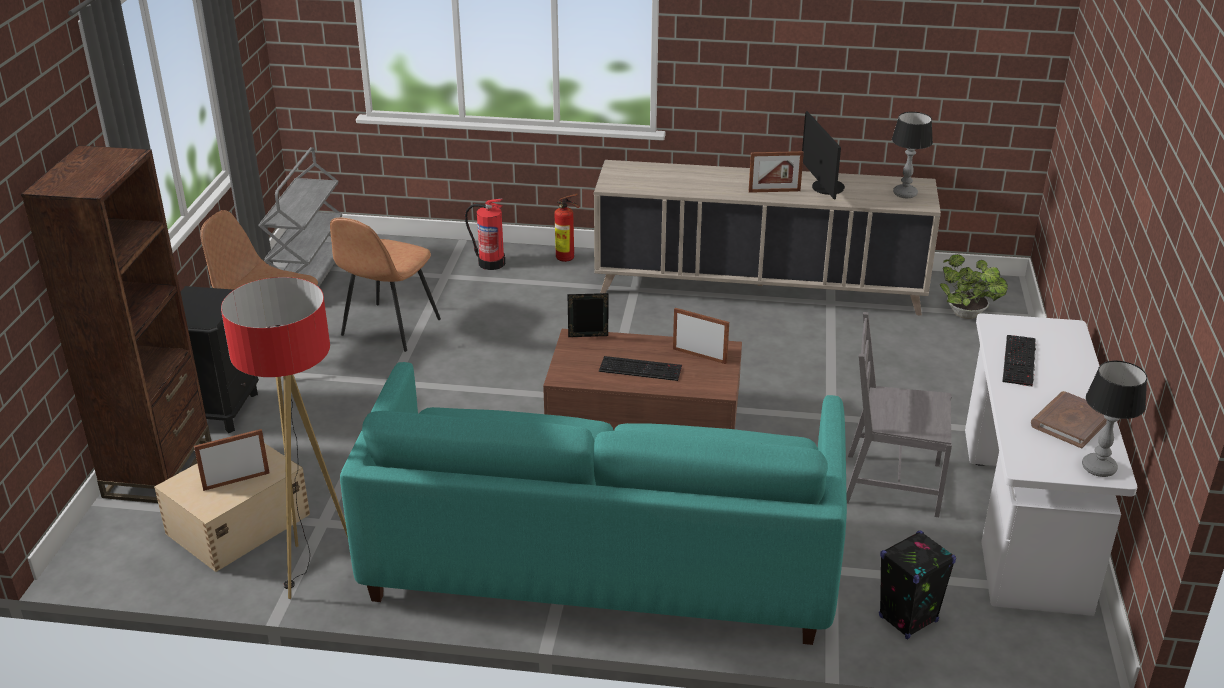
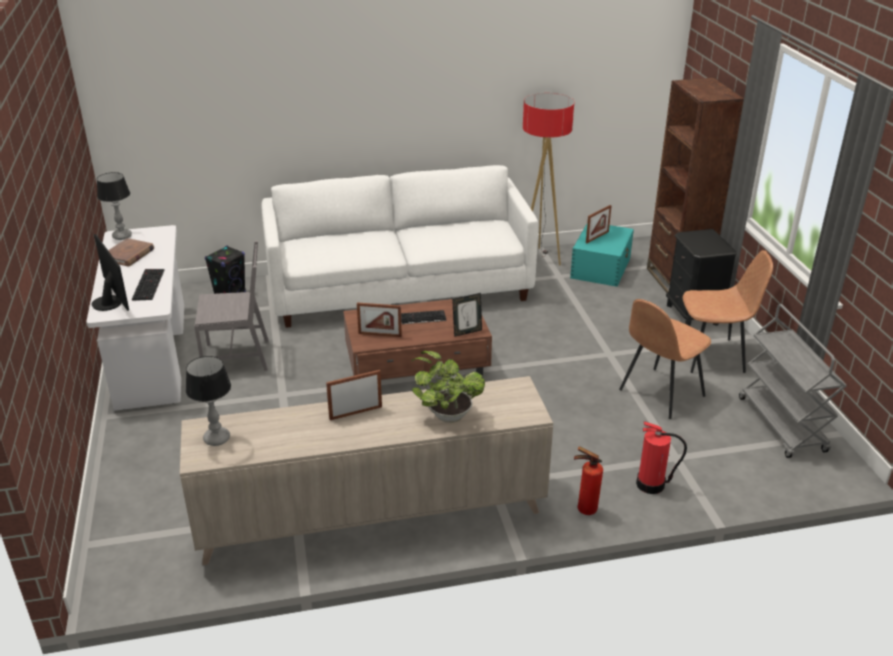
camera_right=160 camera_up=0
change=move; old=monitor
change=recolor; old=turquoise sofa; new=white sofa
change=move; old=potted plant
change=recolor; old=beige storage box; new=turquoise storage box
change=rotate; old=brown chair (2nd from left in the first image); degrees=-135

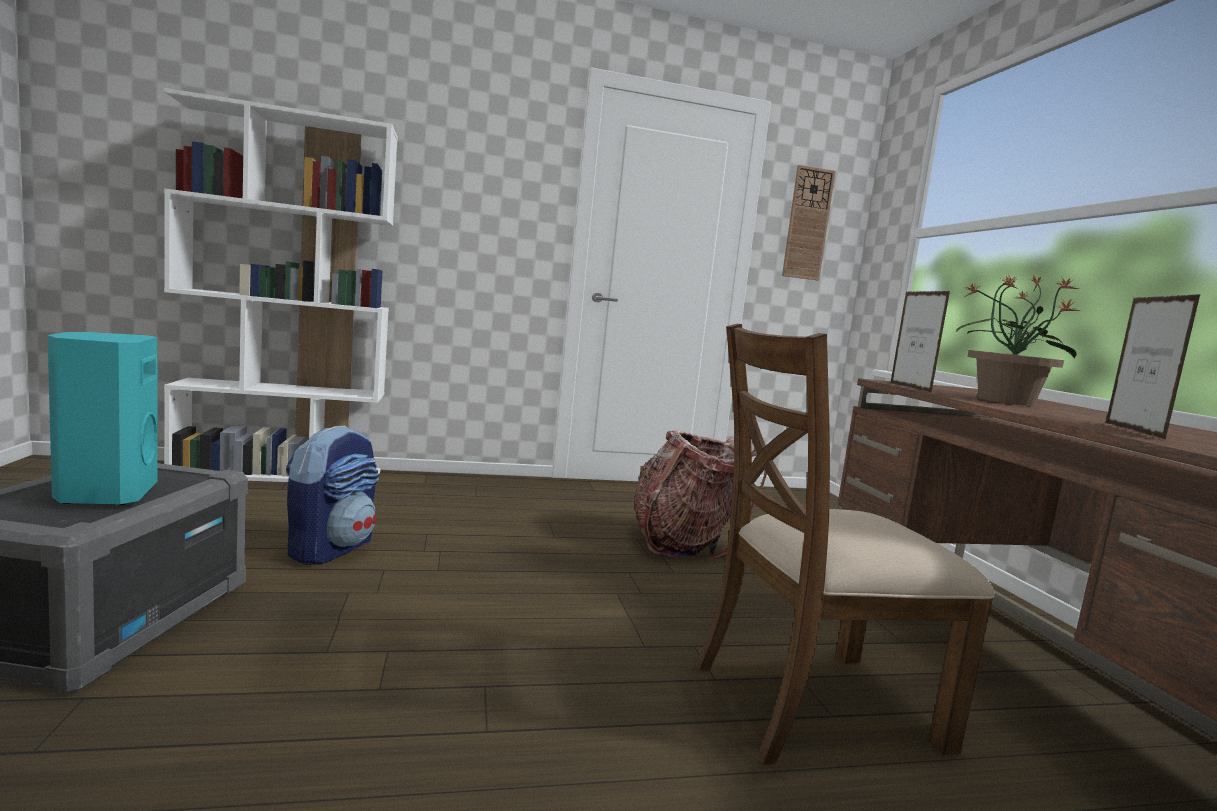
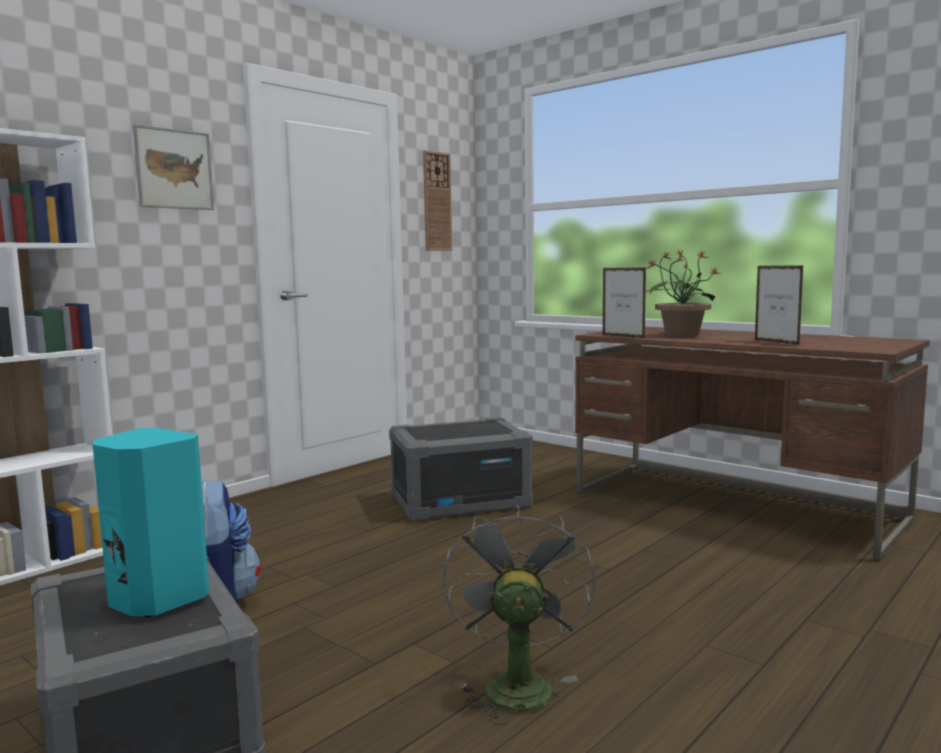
camera_right=-35 camera_up=0
change=insert; new=picture
change=replace; old=backpack (2nd from left); new=grey storage box (2nd from left)
change=insert; new=grey fan
change=delete; old=brown chair

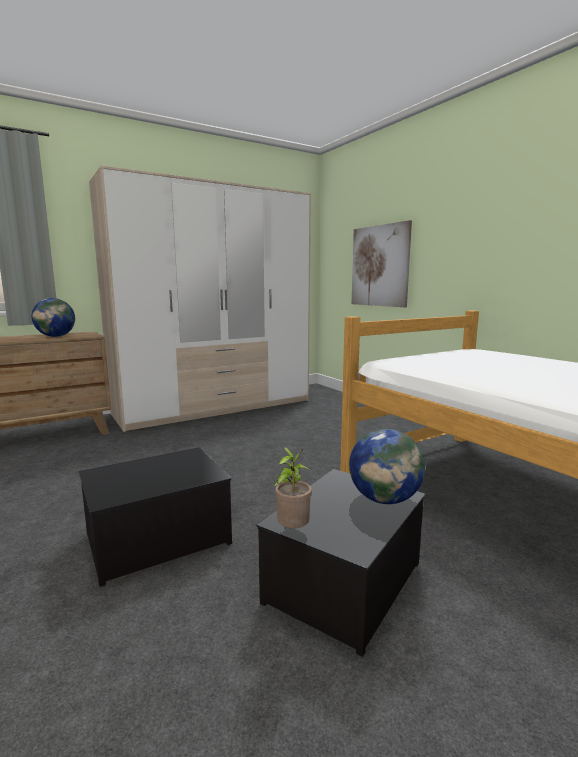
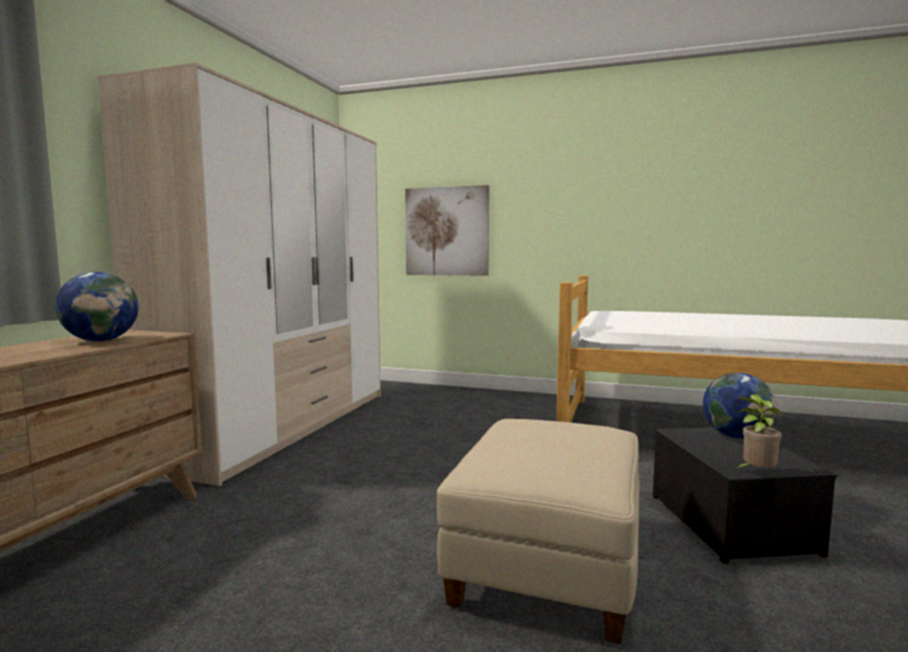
camera_right=-40 camera_up=-5
change=replace; old=storage box (1st from left); new=beige ottoman

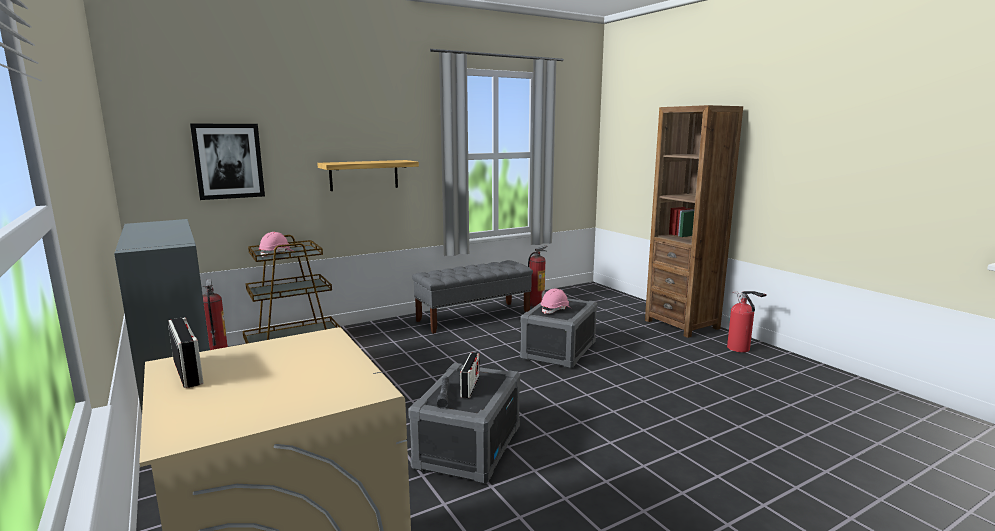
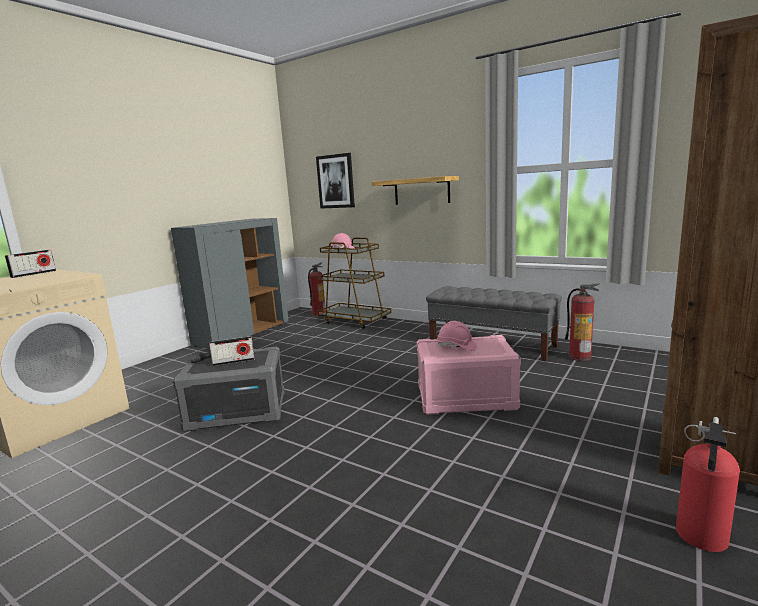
camera_right=65 camera_up=0
change=recolor; old=grey storage box (2nd from left); new=pink storage box

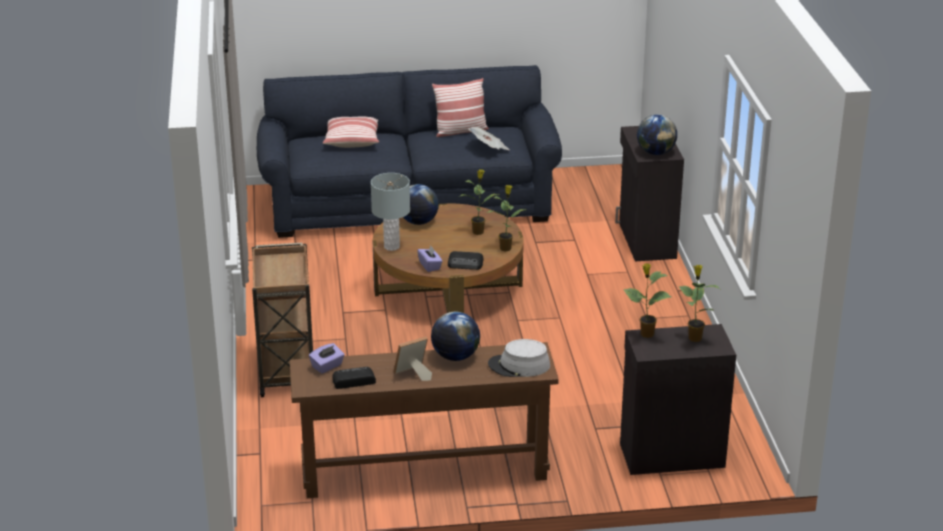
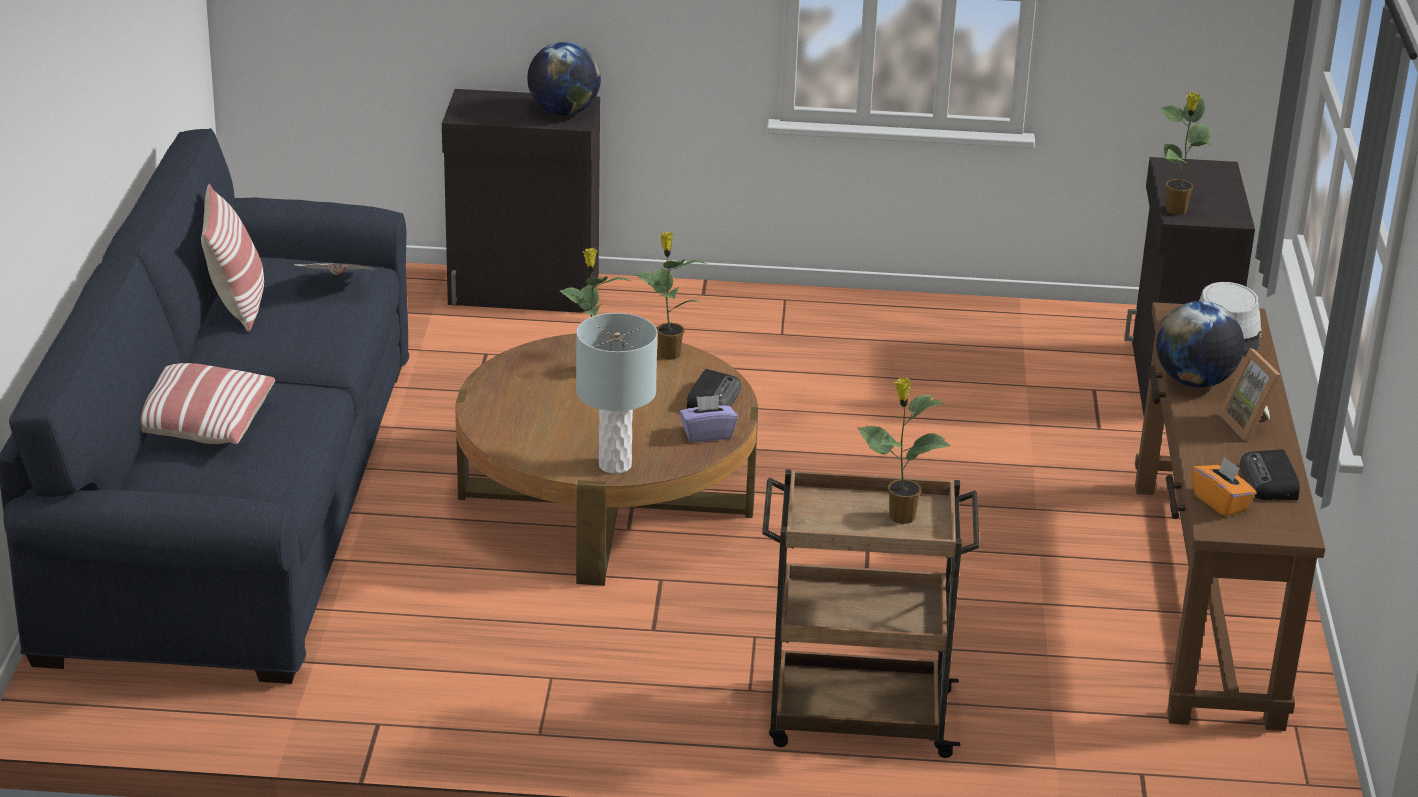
camera_right=-80 camera_up=0
change=move; old=potted plant (4th from left in the first image); new=potted plant (3rd from left)
change=recolor; old=purple tissue box (1st from left); new=orange tissue box
change=delete; old=globe (1st from left)

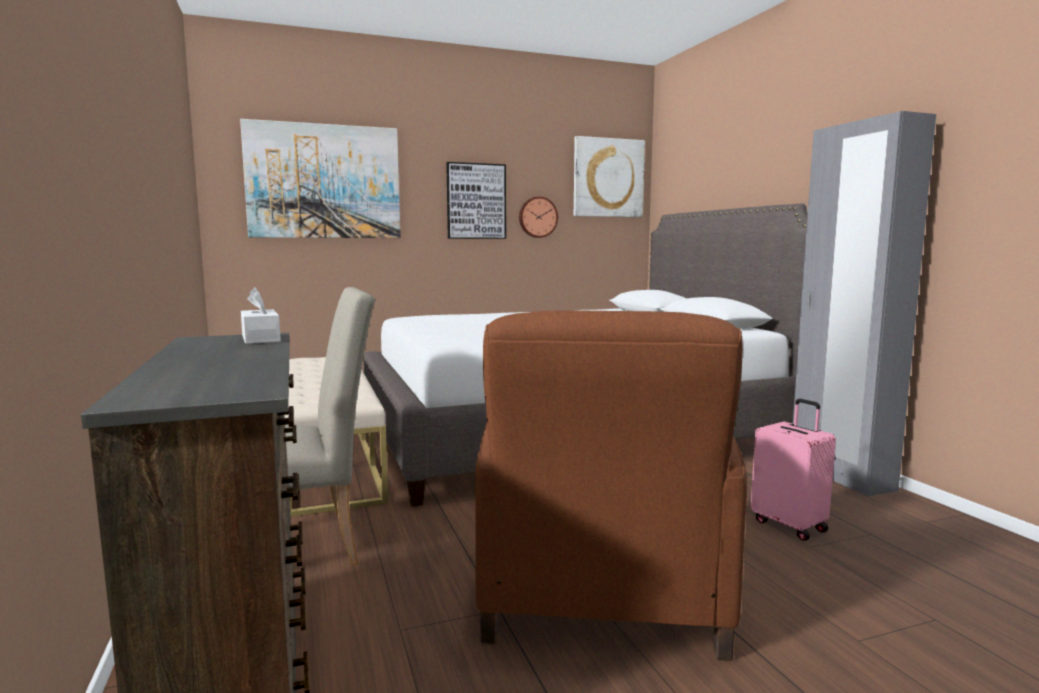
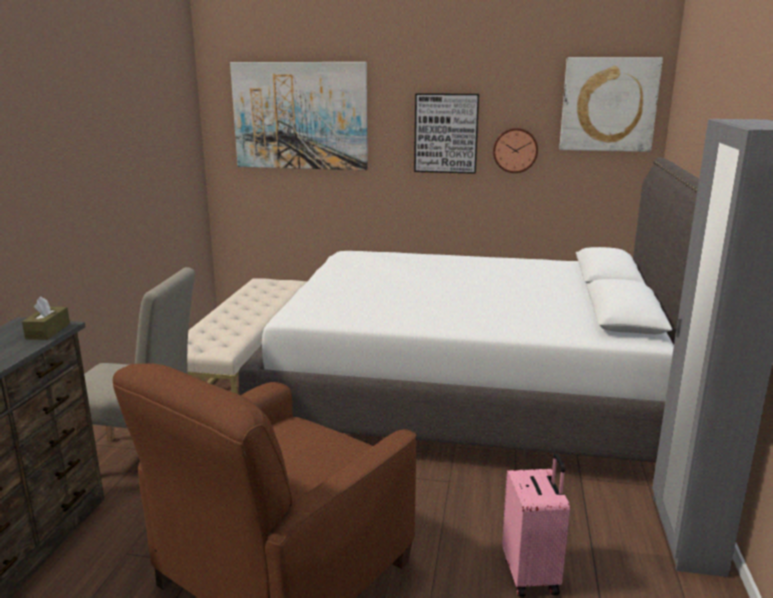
camera_right=30 camera_up=10
change=recolor; old=white tissue box; new=brown tissue box

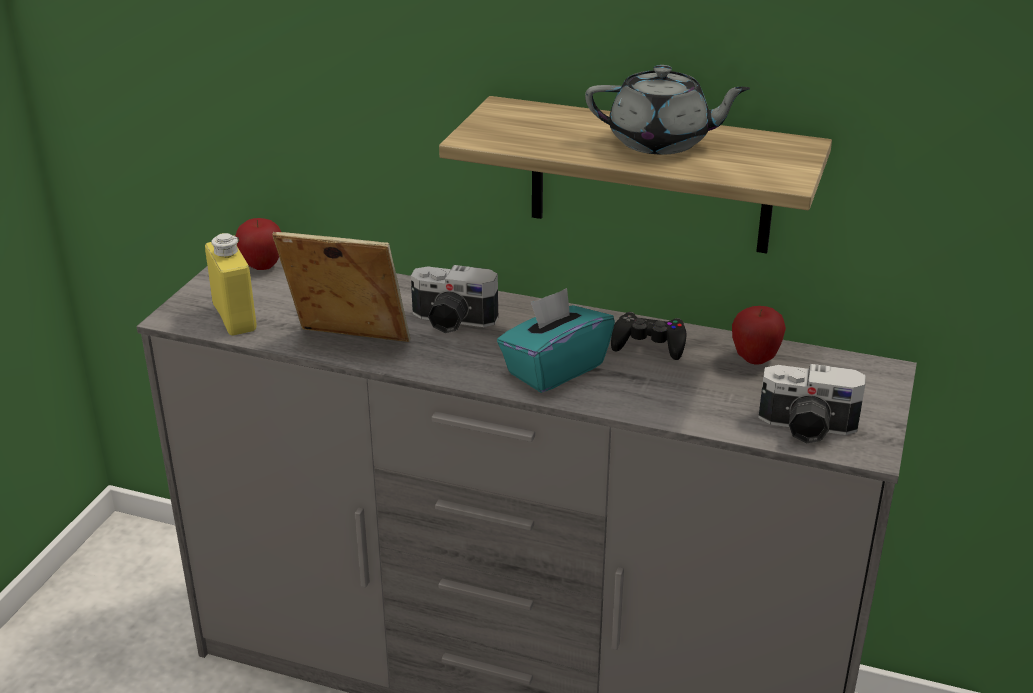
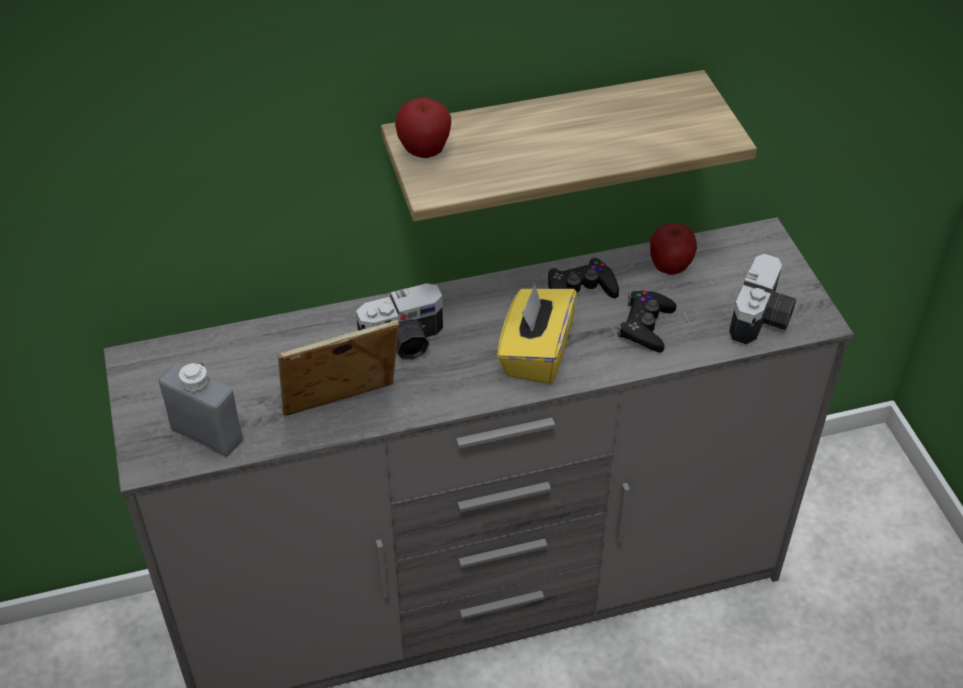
camera_right=-35 camera_up=15
change=recolor; old=yellow bottle; new=grey bottle
change=move; old=apple (1st from left)
change=recolor; old=turquoise tissue box; new=yellow tissue box
change=insert; new=black game controller (2nd from left)
change=rotate; old=photo camera (2nd from left); degrees=-45
change=delete; old=grey teapot

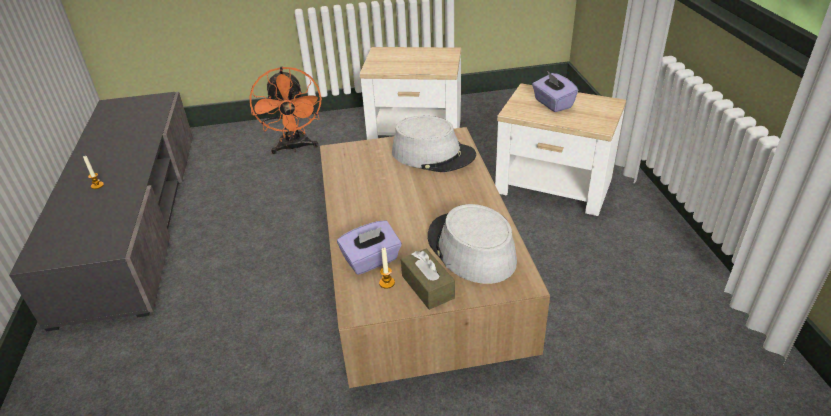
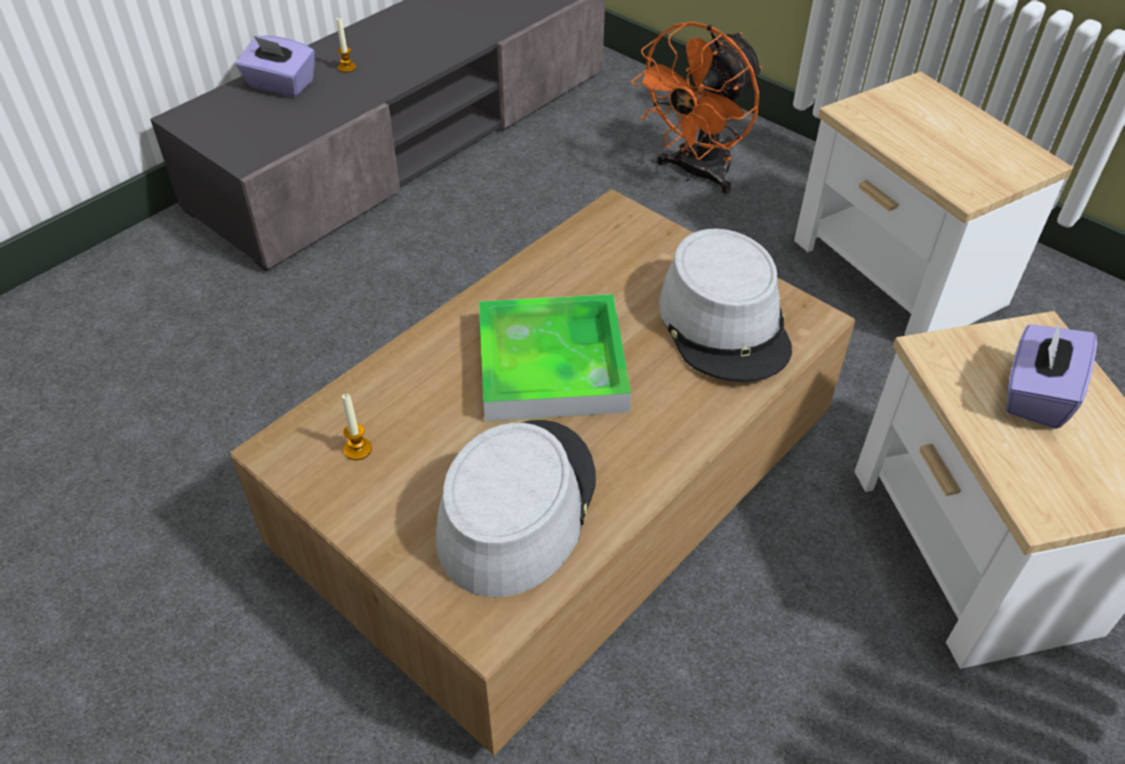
camera_right=50 camera_up=10
change=move; old=purple tissue box (1st from left)
change=insert; new=tray
change=delete; old=brown tissue box

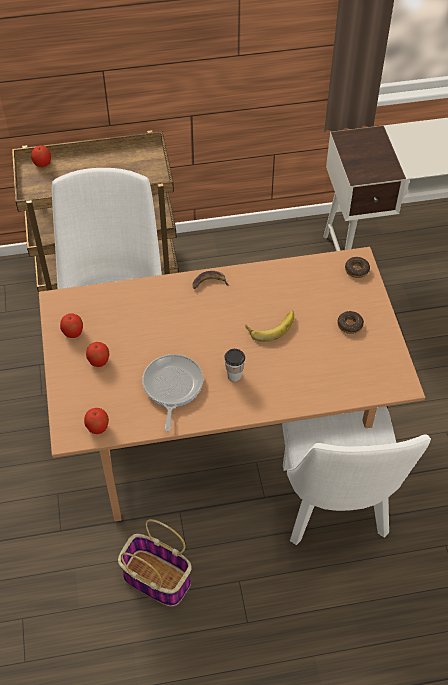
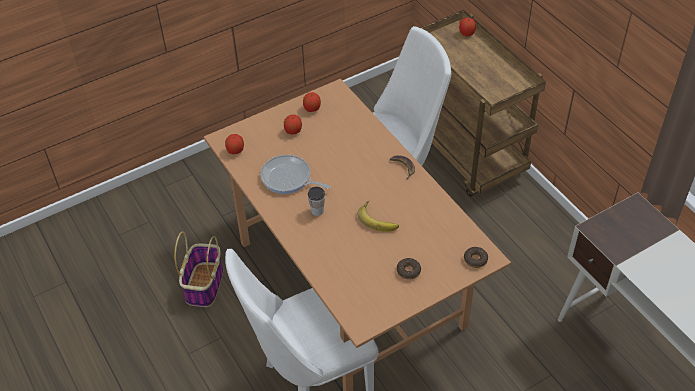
camera_right=70 camera_up=-5
change=rotate; old=frying pan; degrees=-135

